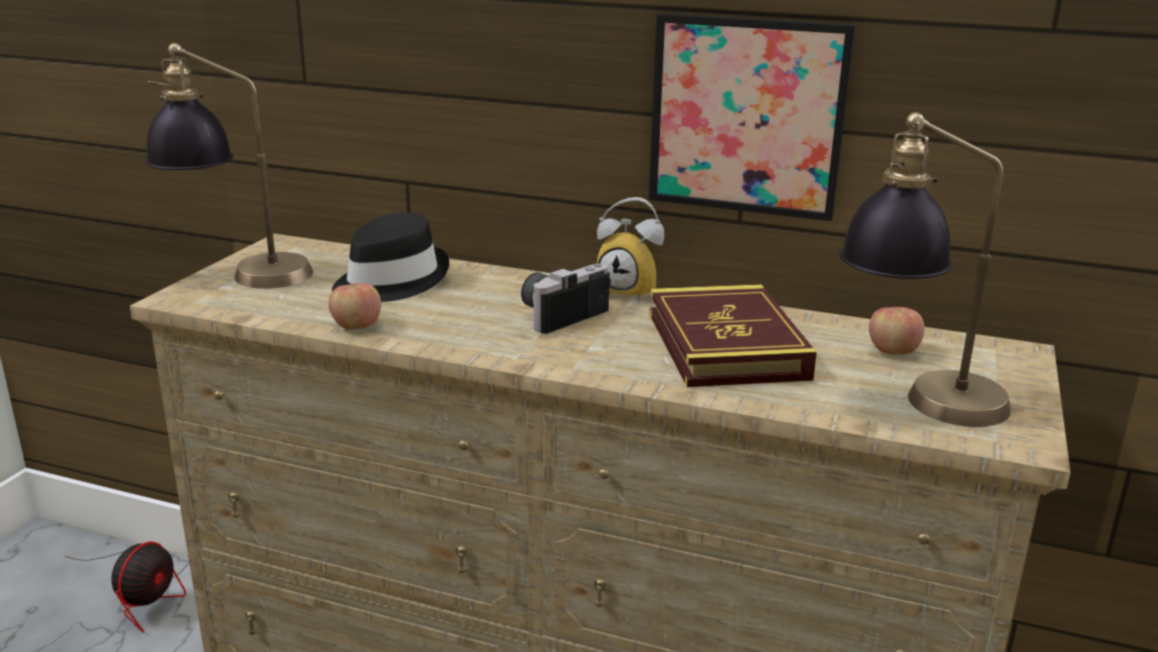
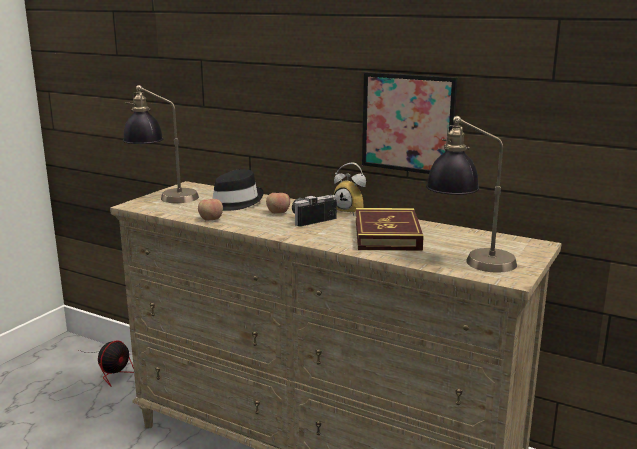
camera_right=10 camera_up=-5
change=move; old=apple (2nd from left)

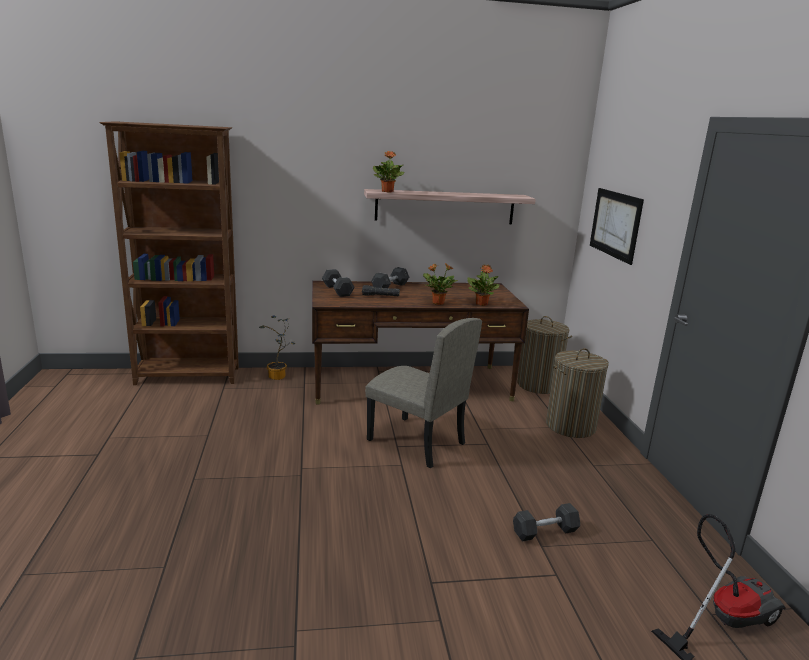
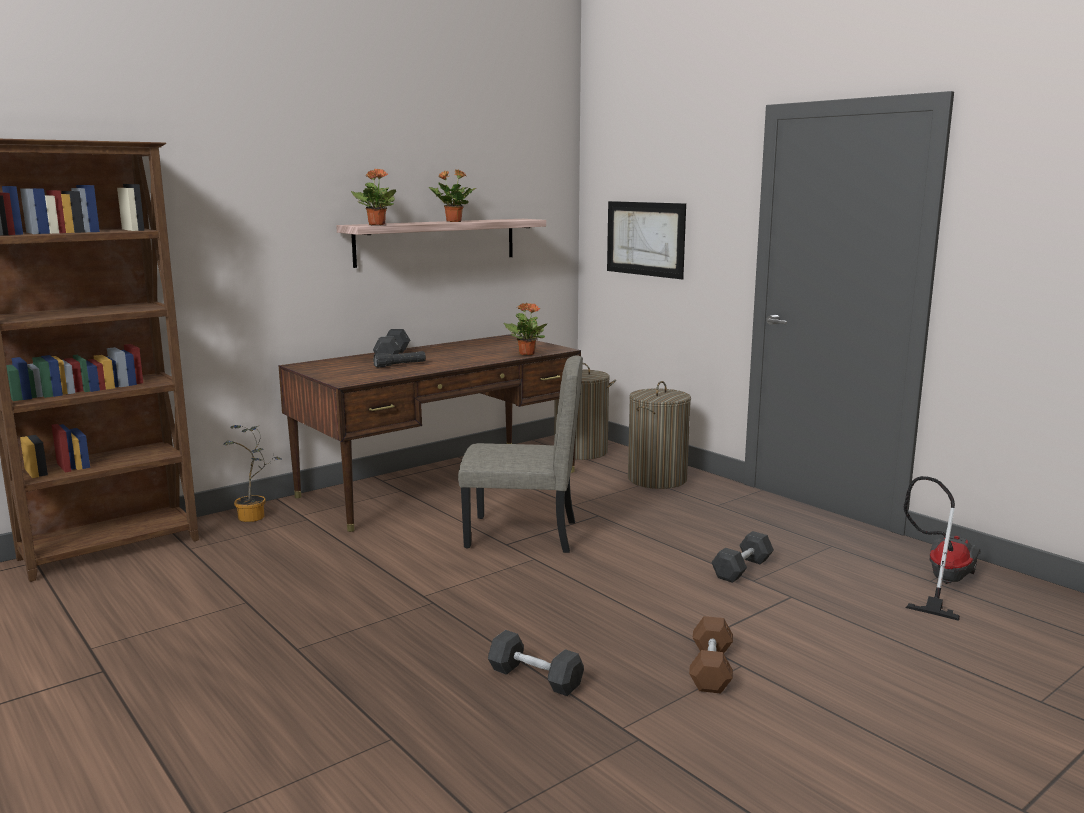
camera_right=-30 camera_up=-5
change=move; old=potted plant (3rd from left)
change=move; old=grey dumbbell (1st from left in the first image); new=grey dumbbell (2nd from left)
change=insert; new=brown dumbbell

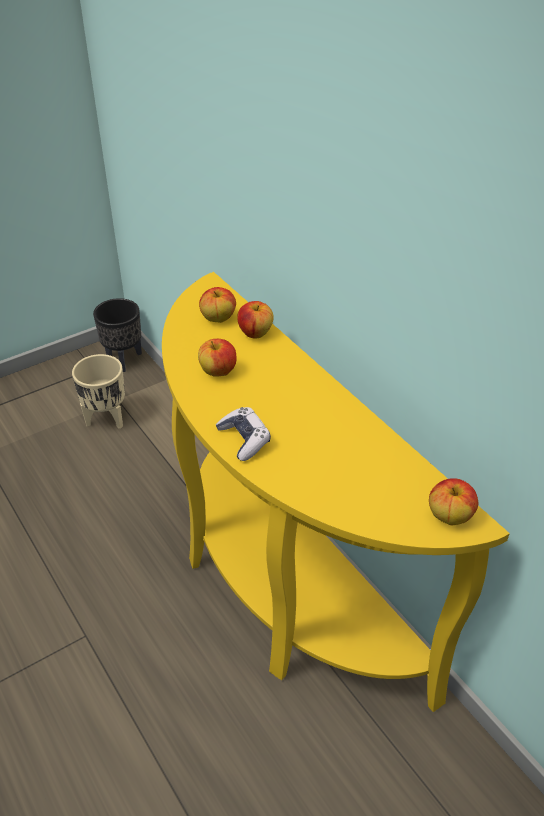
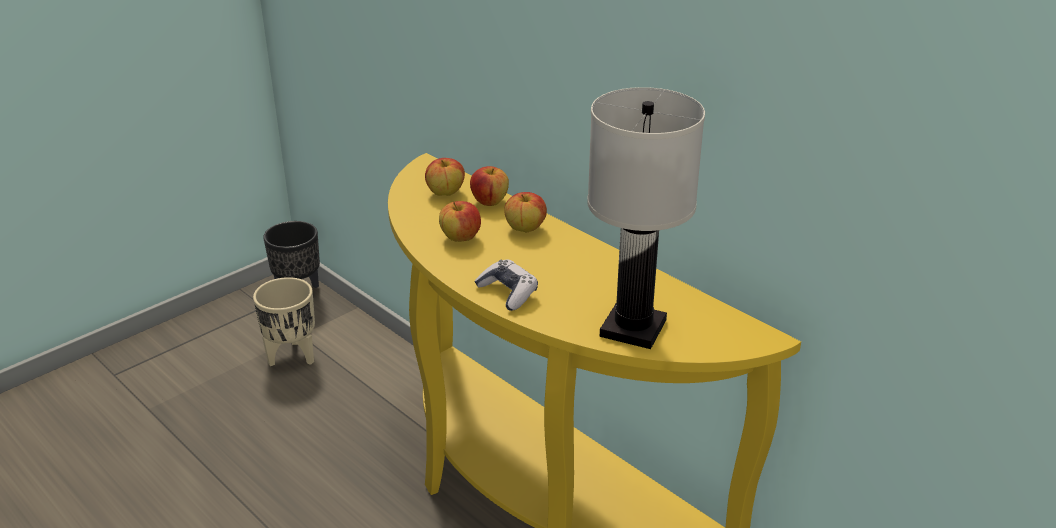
camera_right=-10 camera_up=-10
change=move; old=apple (4th from left)
change=insert; new=white table lamp

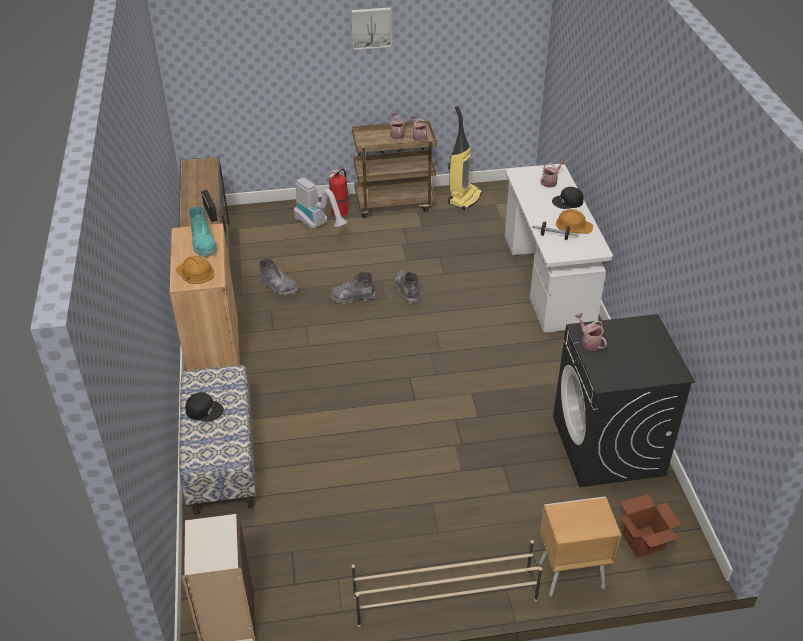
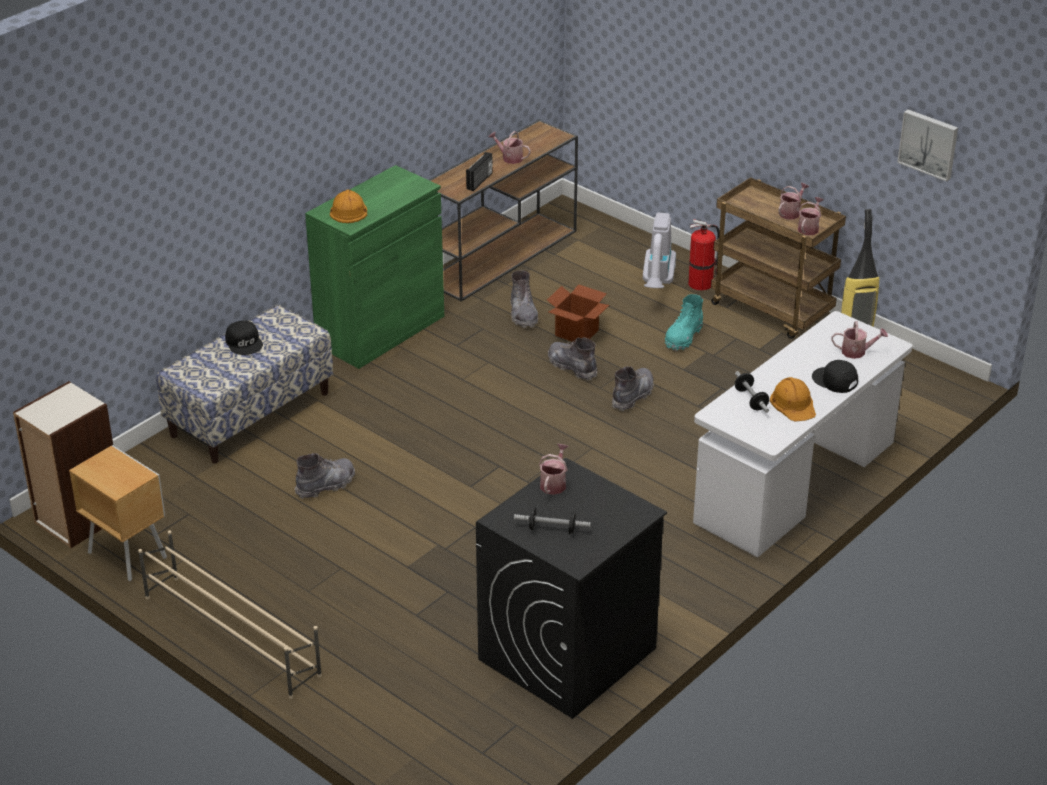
camera_right=50 camera_up=-5
change=move; old=brown nightstand
change=insert; new=grey boot (1st from left)
change=recolor; old=brown cabinet; new=green cabinet
change=insert; new=watering can (1st from left)
change=insert; new=dumbbell (1st from left)
change=move; old=cardboard box
change=move; old=turquoise boot
change=move; old=picture

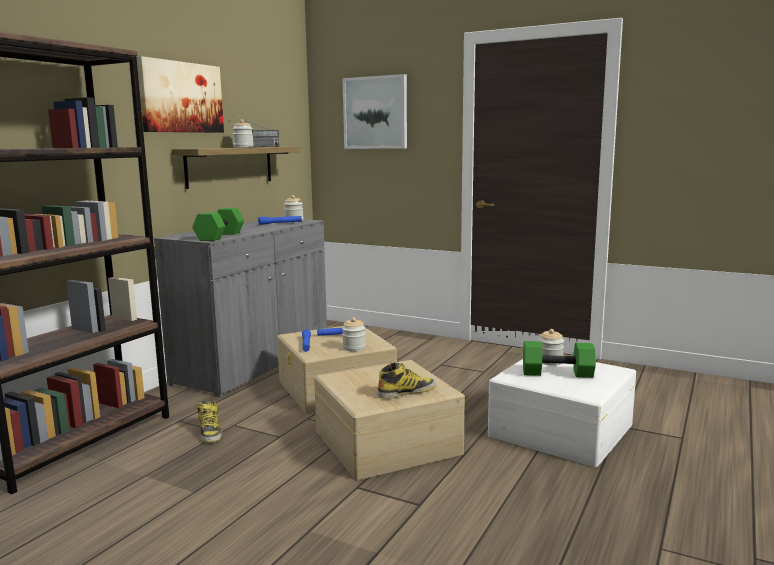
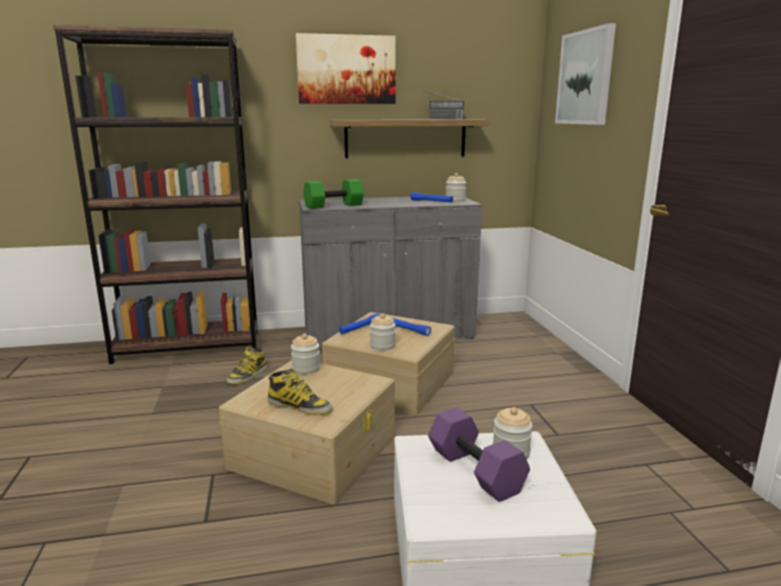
camera_right=50 camera_up=5
change=move; old=jar (1st from left)
change=recolor; old=green dumbbell (2nd from left); new=purple dumbbell

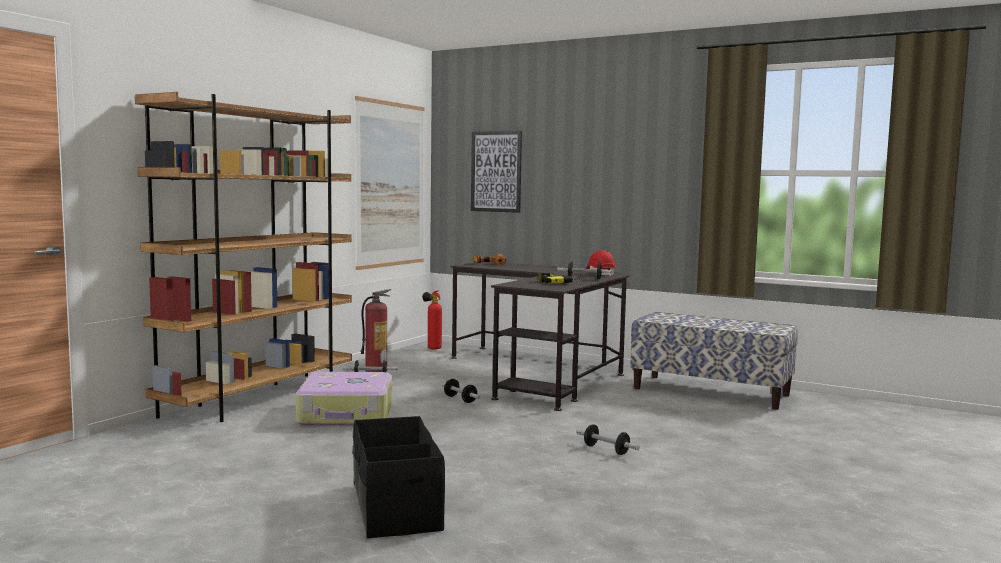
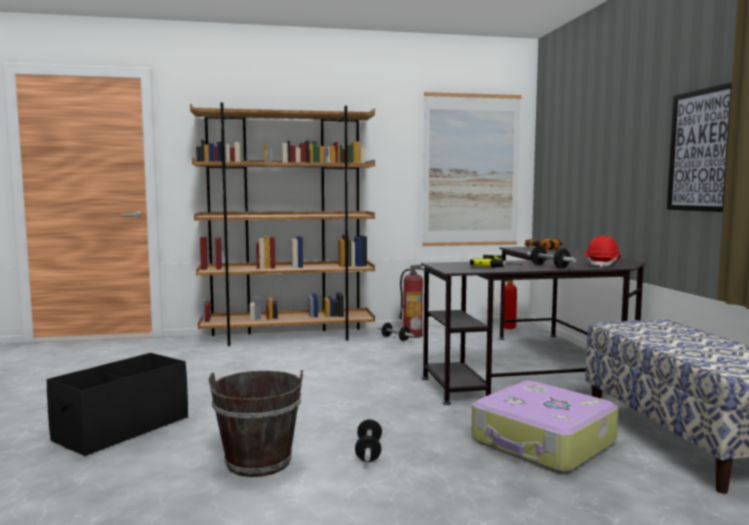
camera_right=50 camera_up=0
change=insert; new=brown bucket
change=move; old=suitcase
change=move; old=picture (2nd from left)
change=delete; old=dumbbell (2nd from left)

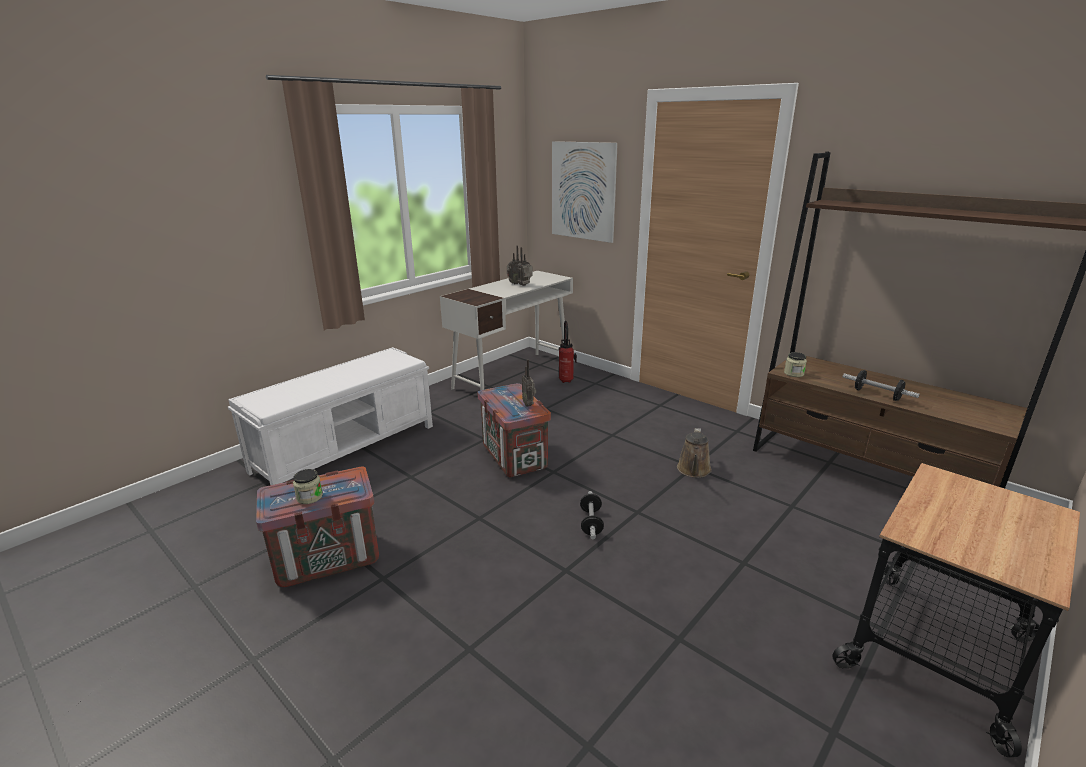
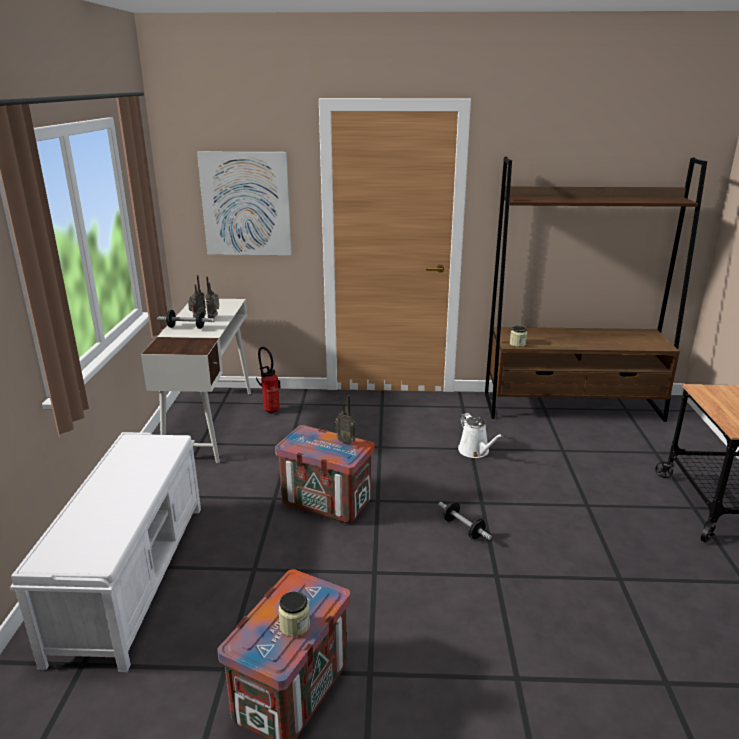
camera_right=-40 camera_up=0
change=move; old=dumbbell (2nd from left in the first image); new=dumbbell (1st from left)
change=recolor; old=brown watering can; new=white watering can

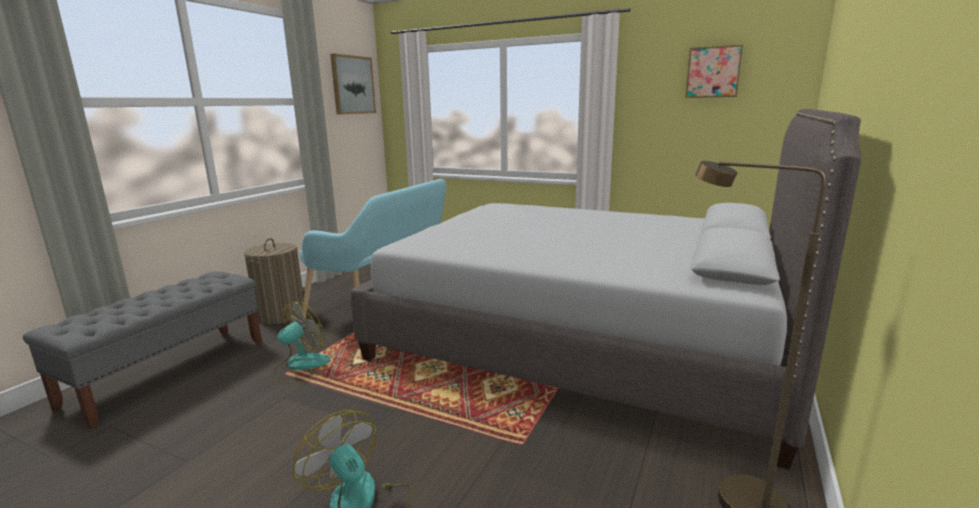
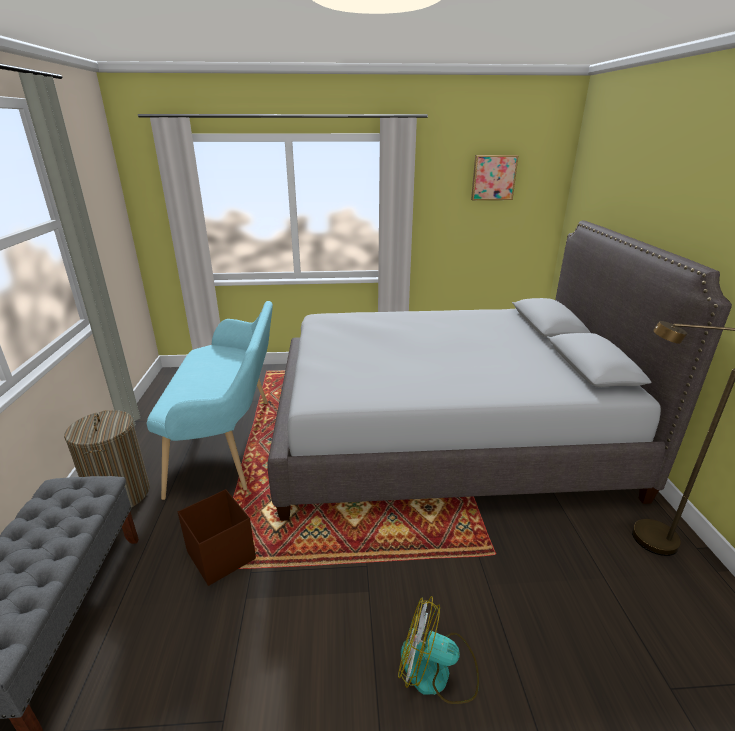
camera_right=-30 camera_up=10
change=replace; old=fan (1st from left); new=brown storage box
change=delete; old=picture (1st from left)

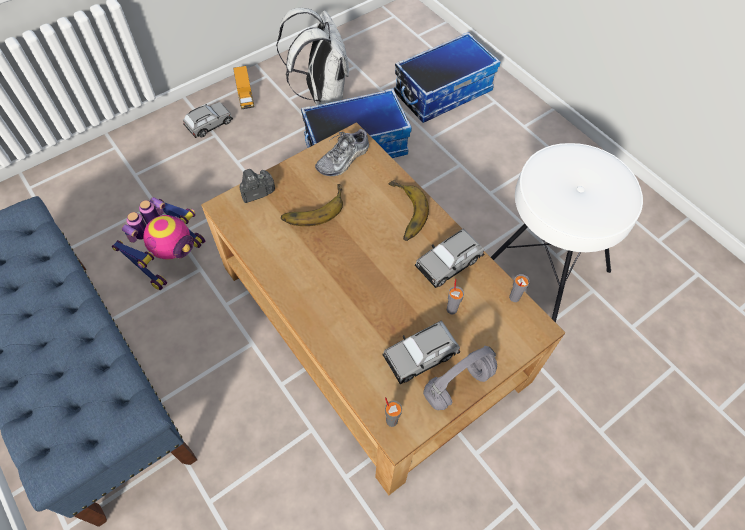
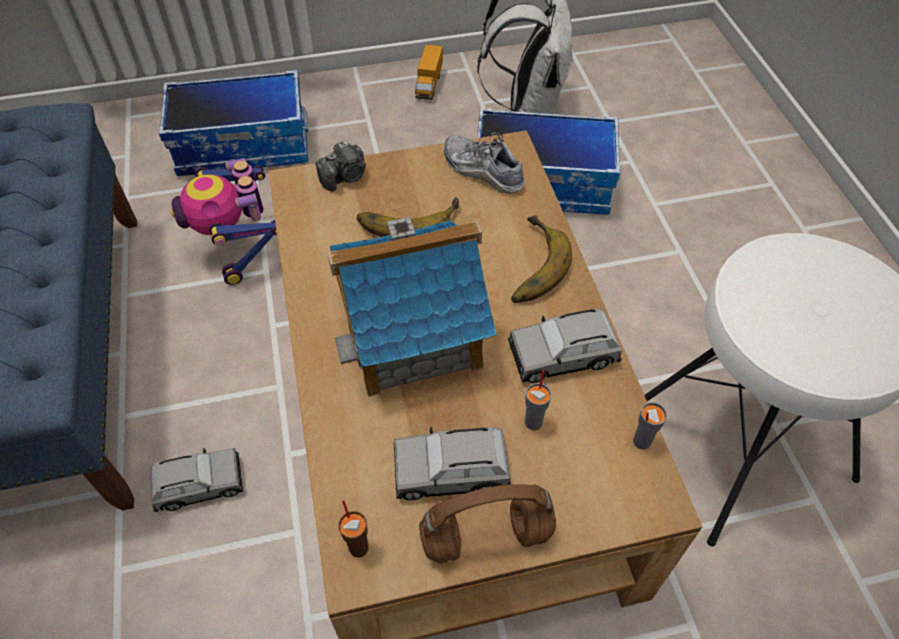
camera_right=25 camera_up=-5
change=move; old=grey toy car (1st from left)
change=move; old=storage box (2nd from left in the first image); new=storage box (1st from left)
change=rotate; old=toy robot; degrees=105
change=rotate; old=photo camera; degrees=150
change=insert; new=toy house
change=recolor; old=grey cup (1st from left); new=brown cup
change=recolor; old=grey headphones; new=brown headphones
change=rotate; old=shoe; degrees=60

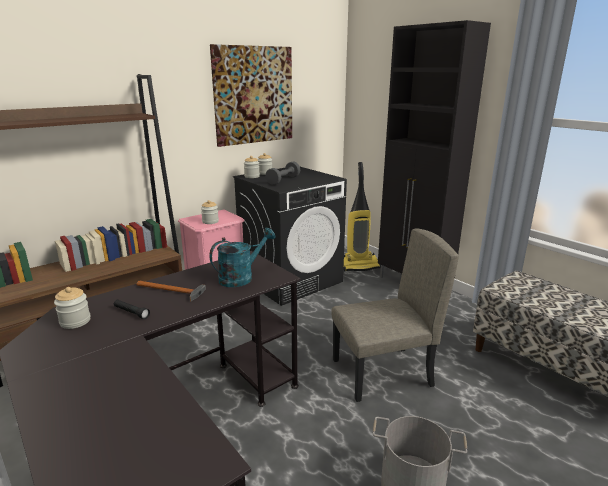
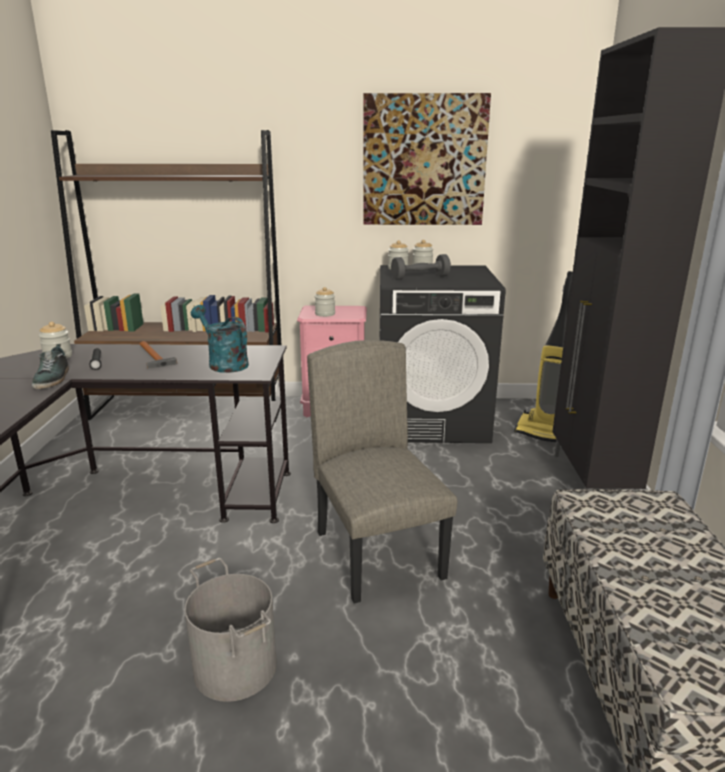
camera_right=40 camera_up=0
change=insert; new=shoe
change=rotate; old=turquoise watering can; degrees=-135
change=rotate; old=beige chair; degrees=-135

